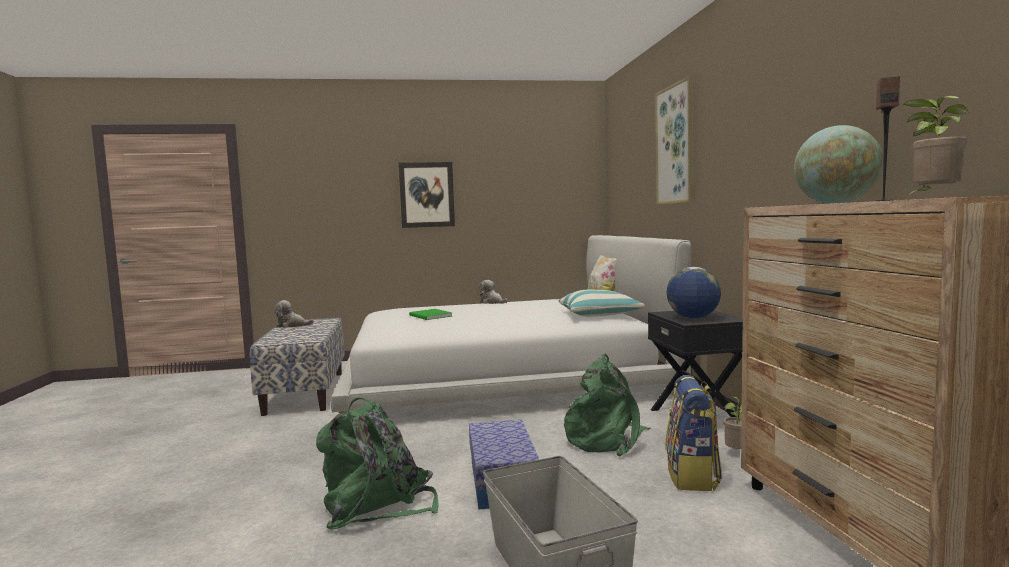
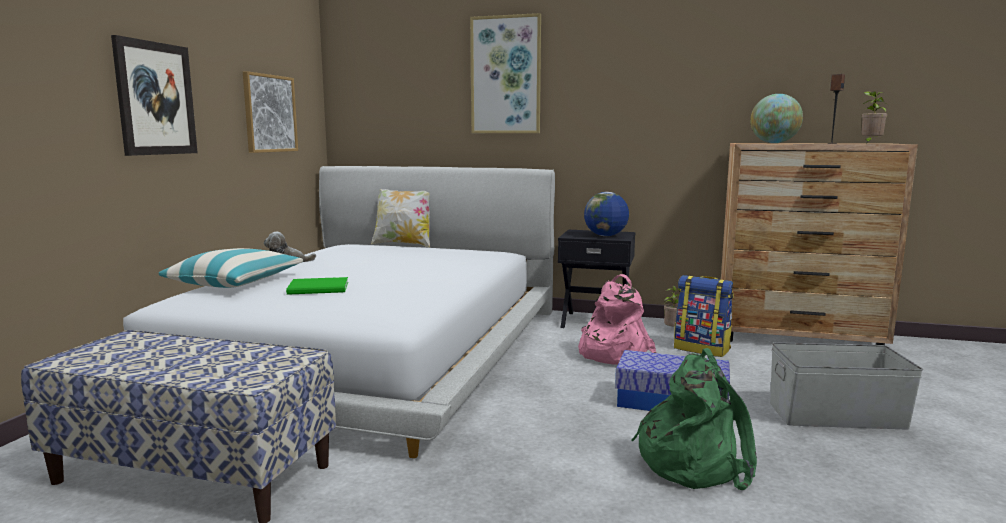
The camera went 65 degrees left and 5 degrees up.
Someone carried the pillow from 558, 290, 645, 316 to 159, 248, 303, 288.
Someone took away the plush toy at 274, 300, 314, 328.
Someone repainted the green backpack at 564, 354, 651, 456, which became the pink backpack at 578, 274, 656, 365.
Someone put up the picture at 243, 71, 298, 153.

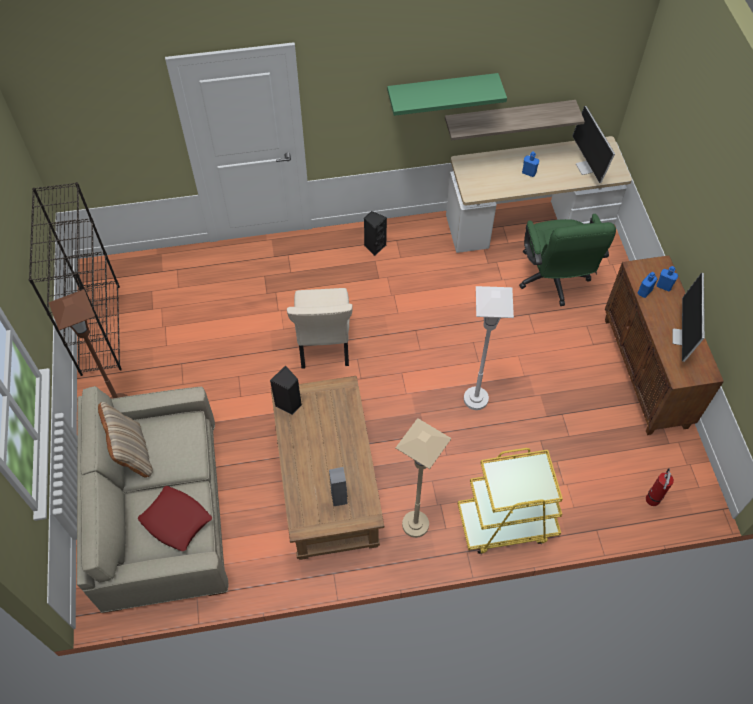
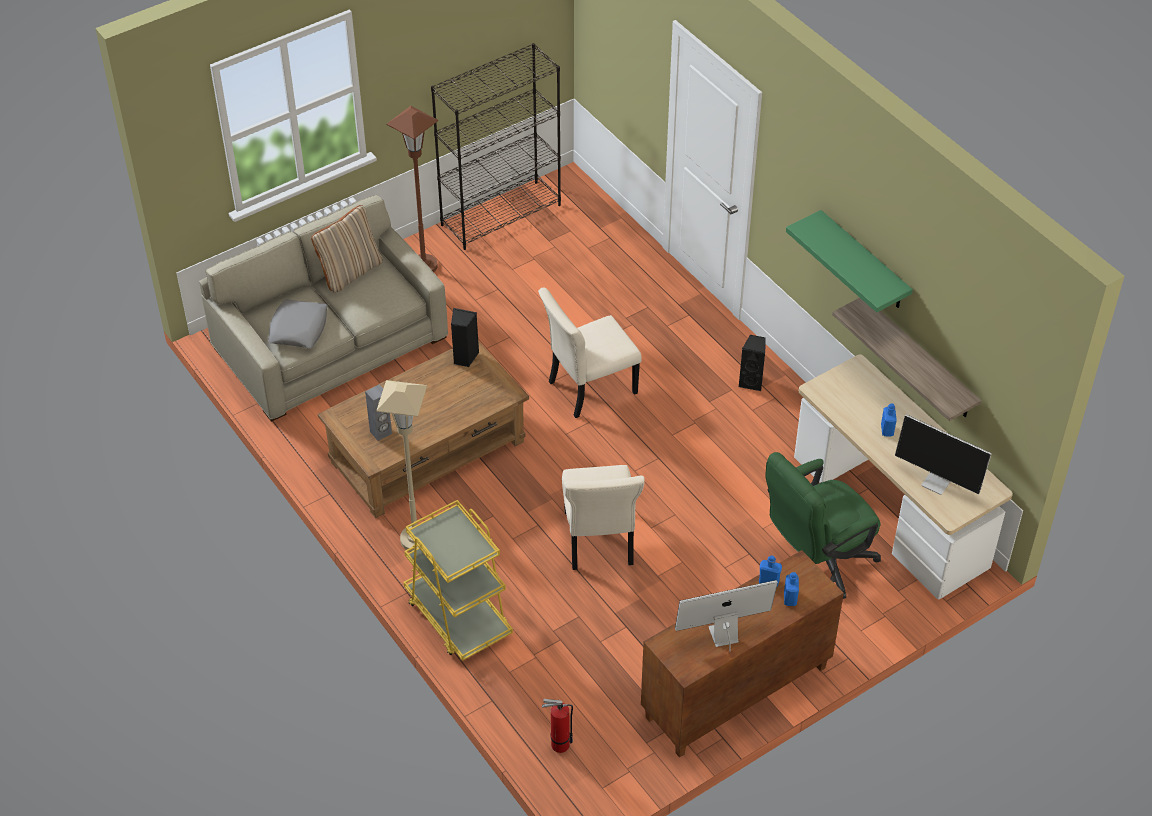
The camera went 65 degrees right and 10 degrees down.
Someone rotated the monitor at 572, 106, 615, 183 by 105 degrees counterclockwise.
Someone swapped the white floor lamp at 464, 286, 514, 410 for the beige chair at 562, 465, 645, 570.
Someone repainted the red pillow at 138, 486, 212, 551, which became the grey pillow at 268, 299, 327, 349.

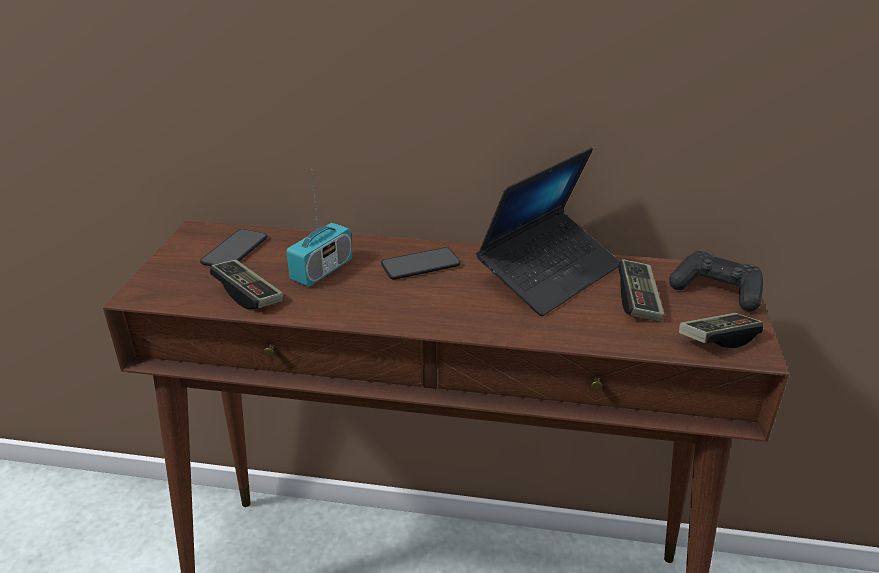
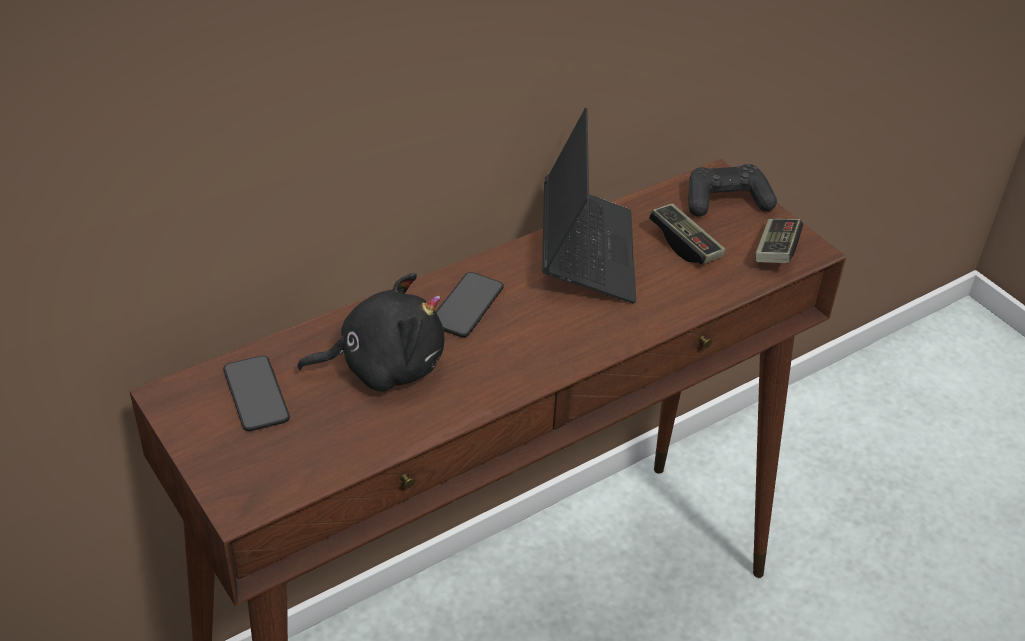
The camera went 45 degrees left and 10 degrees up.
Someone swapped the radio at 286, 171, 352, 287 for the black plush toy at 297, 273, 445, 391.
Someone took away the game controller at 210, 259, 283, 309.

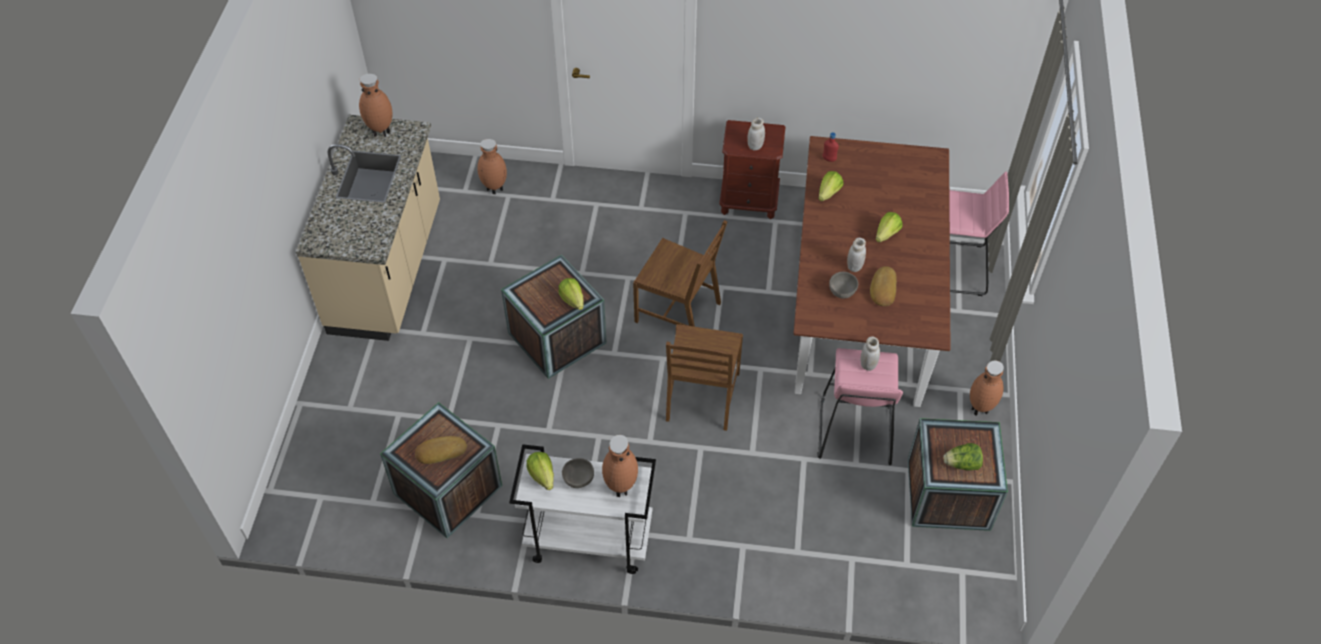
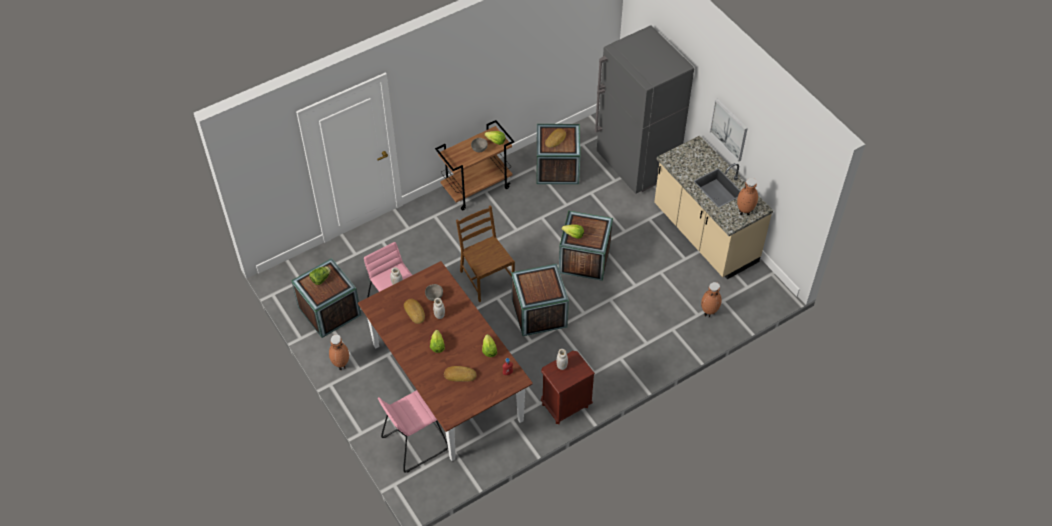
The camera went 140 degrees right and 0 degrees up.
Someone swapped the brown chair at 633, 220, 728, 327 for the crate at 511, 264, 569, 336.
Someone took away the brown vase at 602, 435, 638, 497.
Someone repainted the white cart at 509, 444, 656, 574, which became the brown cart at 435, 120, 514, 211.
Someone put down the grey fridge at 595, 25, 694, 194.
Someone put up the picture at 709, 99, 748, 162.
Someone put down the bread at 444, 366, 477, 382.

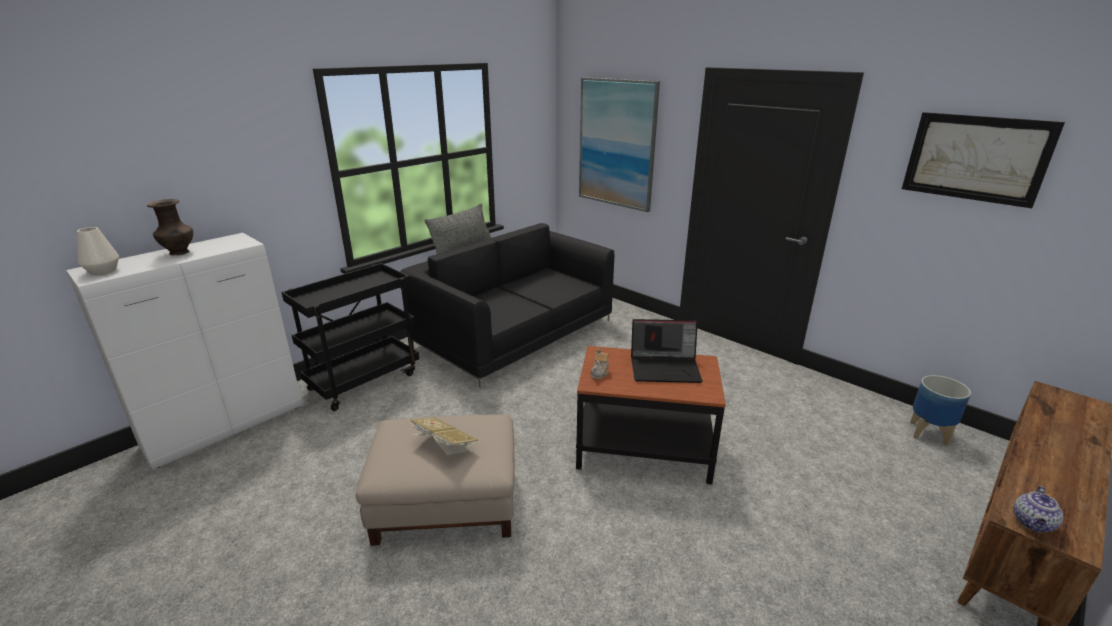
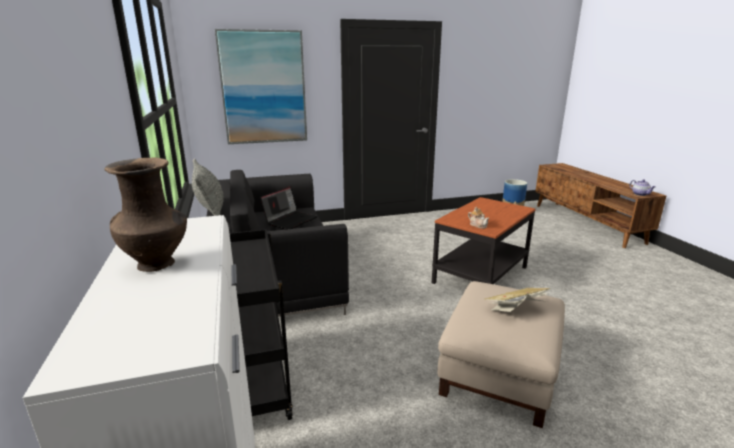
The camera went 60 degrees left and 5 degrees down.
Someone took away the picture at 902, 112, 1065, 208.
Someone took away the white vase at 77, 227, 119, 275.
Someone carried the laptop from 631, 319, 703, 383 to 260, 186, 318, 230.

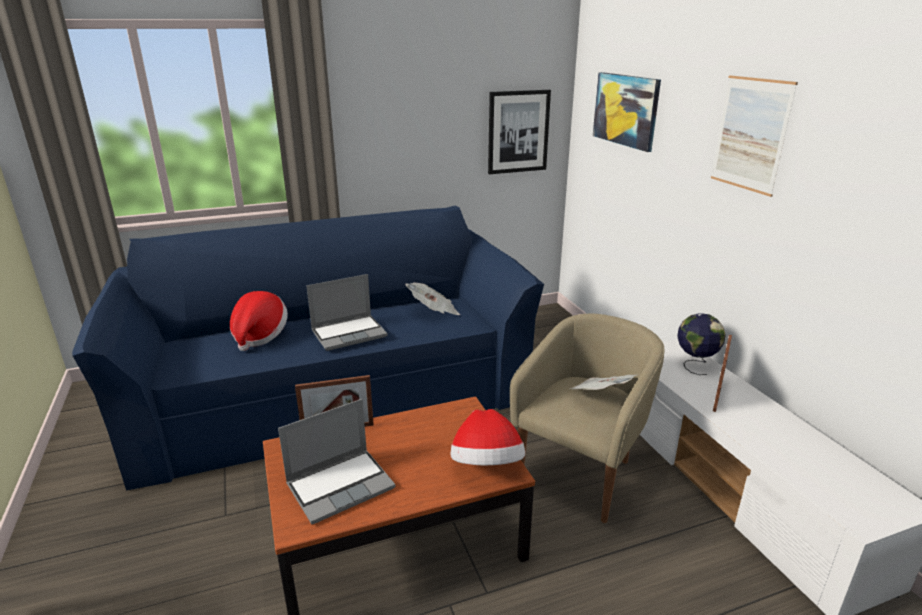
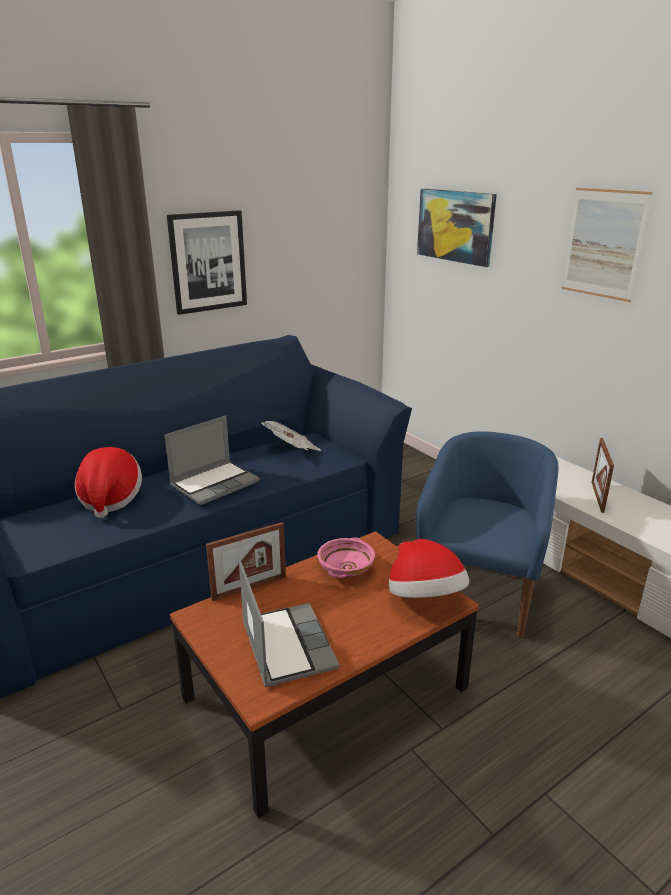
The camera went 15 degrees left and 0 degrees up.
Someone carried the picture from 488, 90, 551, 174 to 167, 210, 247, 315.
Someone repainted the beige armchair at 510, 313, 664, 523, which became the blue armchair at 416, 431, 559, 638.
Someone took away the globe at 677, 313, 726, 375.
Someone took away the newspaper at 569, 375, 636, 390.
Someone rotated the laptop at 278, 399, 396, 524 by 60 degrees counterclockwise.
Someone put down the pink bowl at 317, 537, 375, 578.

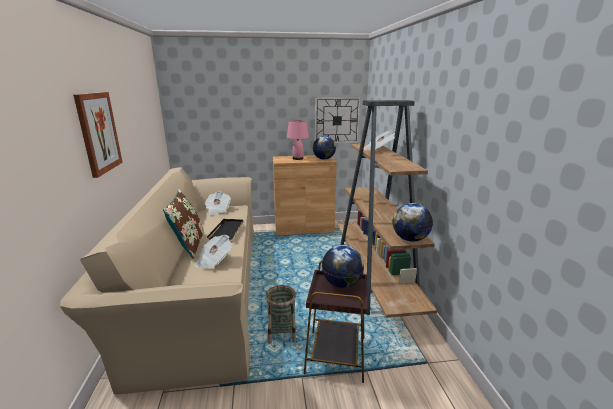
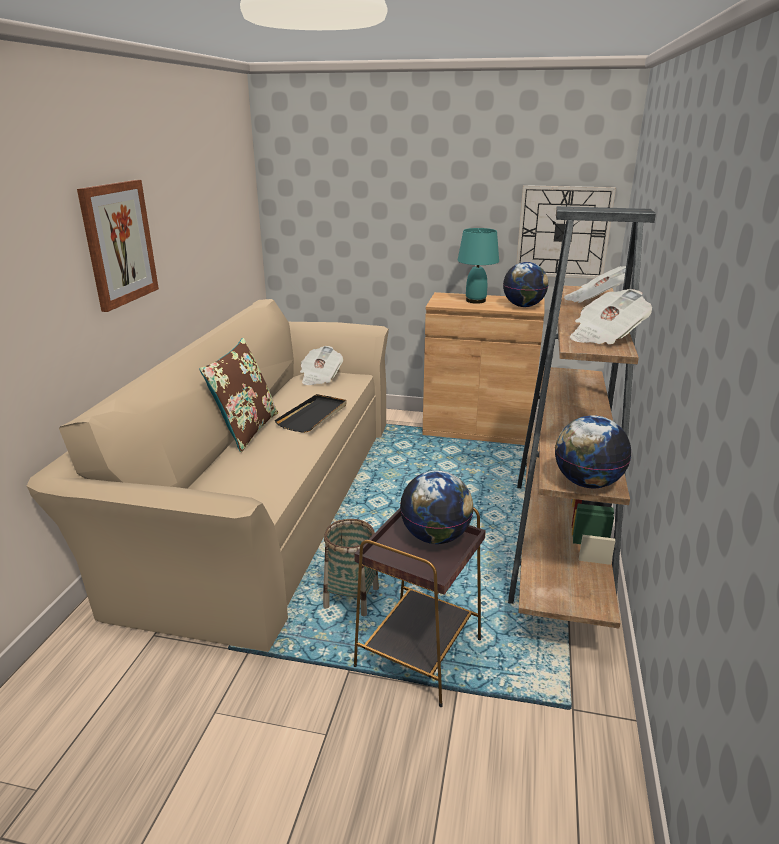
The camera went 20 degrees right and 5 degrees up.
Someone repainted the pink table lamp at 287, 120, 309, 160, which became the turquoise table lamp at 458, 228, 499, 304.
Someone carried the newspaper from 194, 235, 232, 269 to 570, 289, 652, 344.

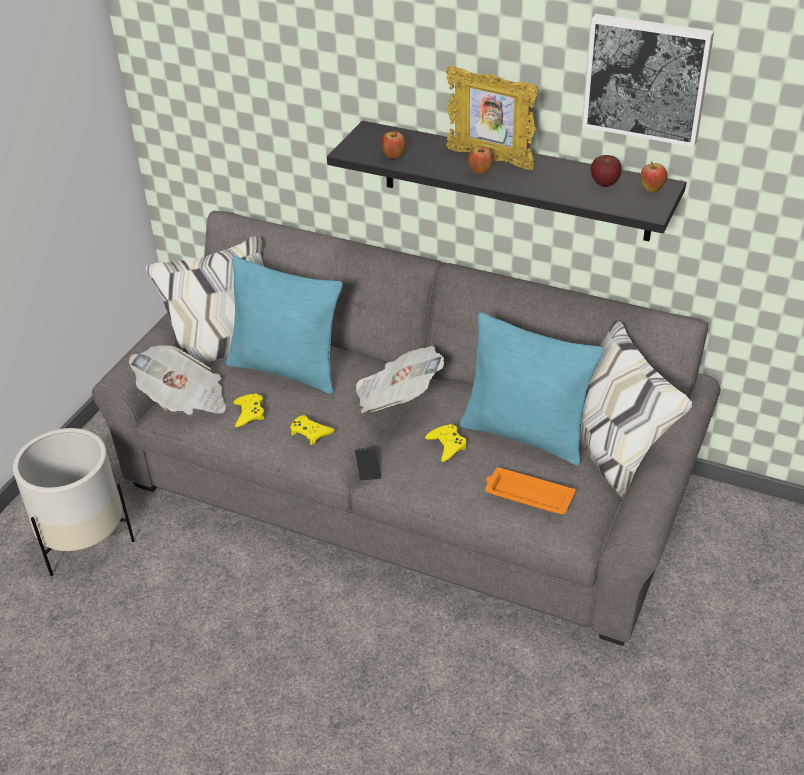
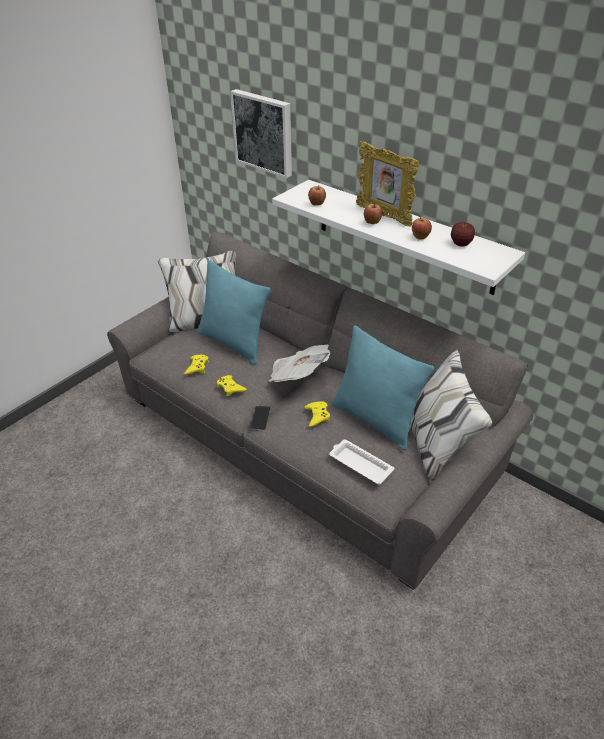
The camera went 15 degrees right and 0 degrees up.
Someone carried the picture from 583, 14, 714, 147 to 230, 89, 292, 178.
Someone repainted the black shelf at 327, 121, 686, 241, which became the white shelf at 272, 180, 525, 295.
Someone carried the apple from 640, 161, 667, 192 to 412, 216, 432, 239.
Someone took away the newspaper at 129, 345, 226, 415.
Someone took away the white planter at 13, 428, 135, 576.
Someone repainted the orange tray at 485, 468, 576, 514, which became the white tray at 329, 439, 394, 485.

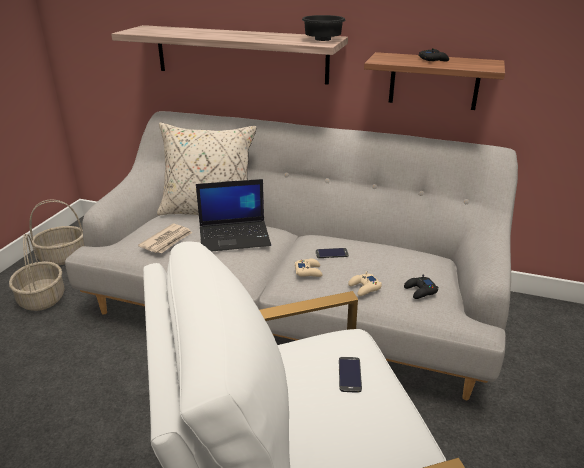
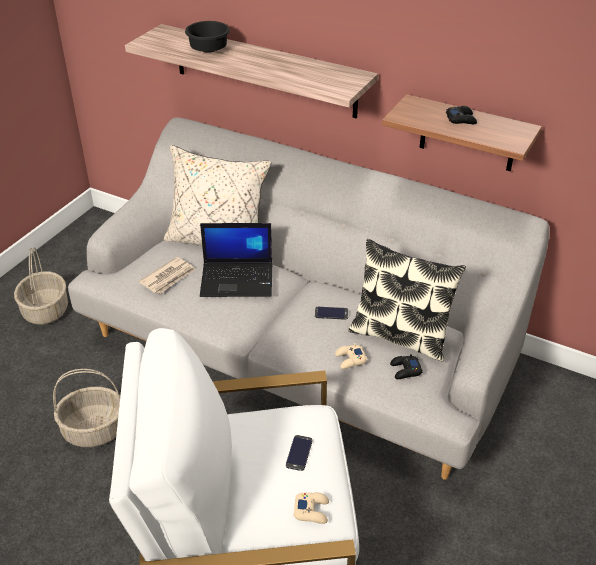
The camera went 10 degrees right and 10 degrees up.
Someone carried the black bowl from 302, 15, 345, 41 to 185, 21, 230, 53.
Someone carried the basket from 29, 199, 84, 265 to 53, 369, 120, 447.
Someone carried the beige game controller from 295, 259, 322, 277 to 294, 492, 329, 524.
Someone put down the pillow at 348, 239, 466, 362.

